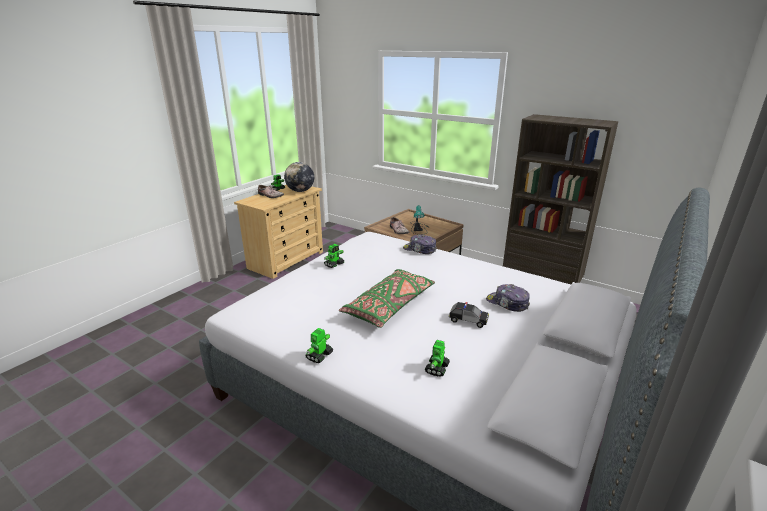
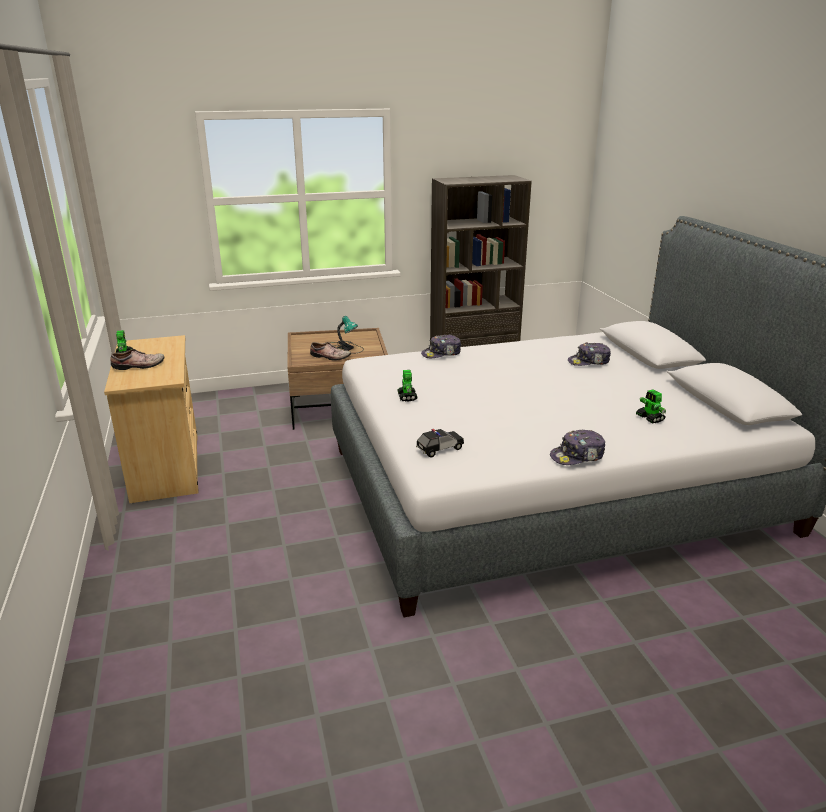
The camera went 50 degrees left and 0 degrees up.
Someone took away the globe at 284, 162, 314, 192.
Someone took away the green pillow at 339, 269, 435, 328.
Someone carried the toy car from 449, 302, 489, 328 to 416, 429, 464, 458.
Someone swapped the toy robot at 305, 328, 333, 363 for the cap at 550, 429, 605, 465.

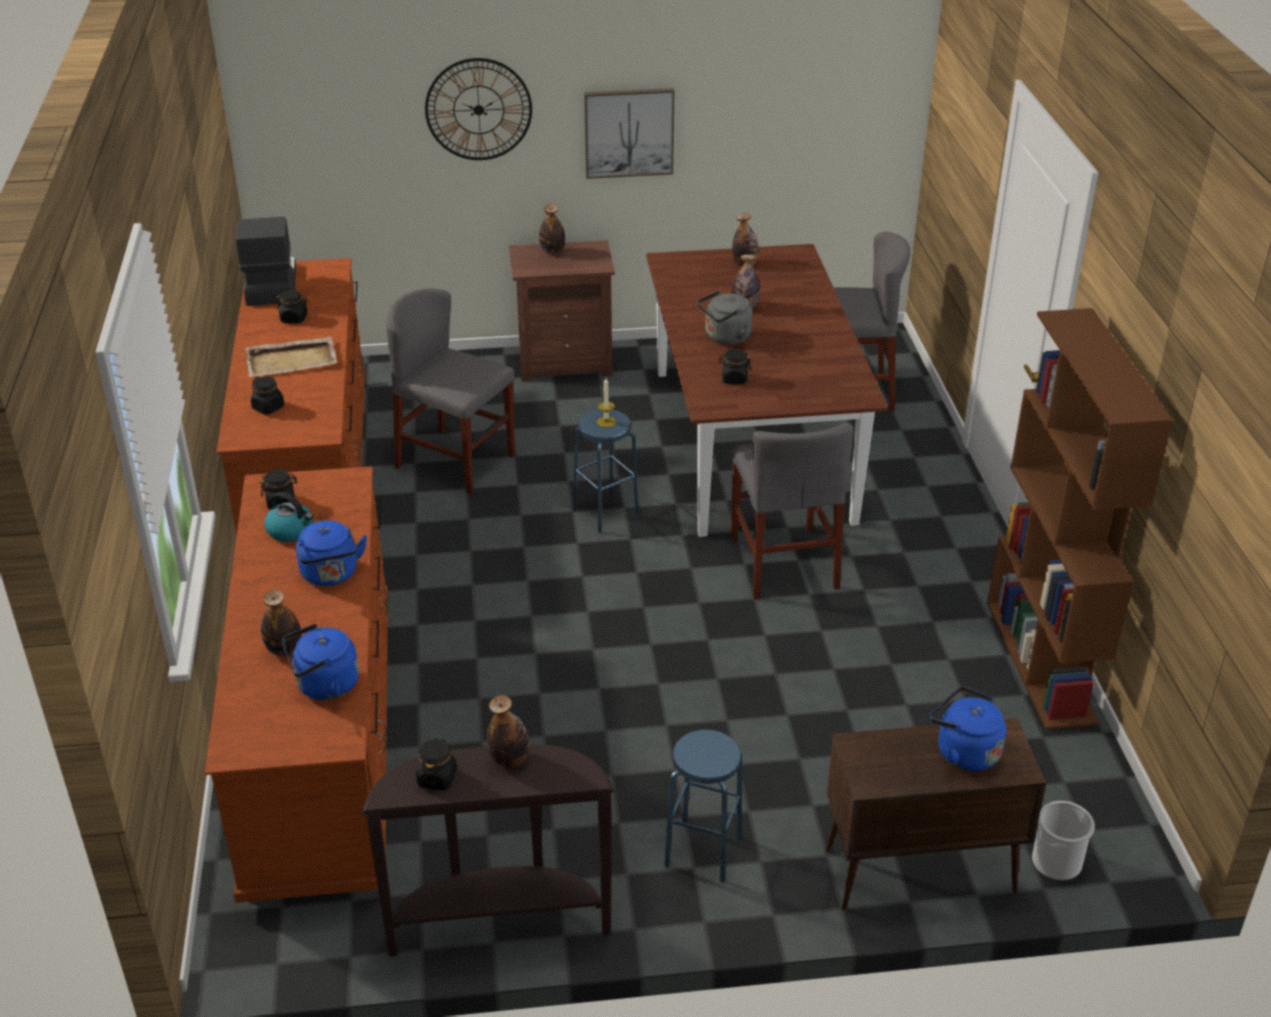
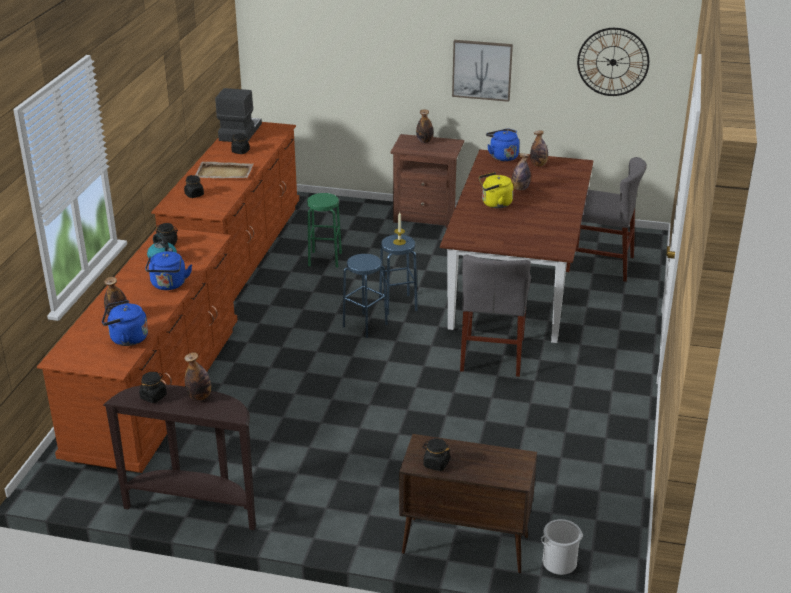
The camera went 20 degrees right and 5 degrees down.
Someone carried the wall clock from 425, 58, 532, 160 to 577, 28, 649, 96.
Someone swapped the grey chair at 386, 288, 515, 495 for the green stool at 307, 193, 342, 268.
Someone repainted the grey kettle at 697, 291, 752, 345, which became the yellow kettle at 479, 172, 514, 208.
Someone took away the brown bookcase at 987, 308, 1173, 730.
Someone carried the black jar from 719, 349, 751, 384 to 422, 438, 451, 471.
Someone carried the blue kettle from 930, 687, 1006, 771 to 486, 129, 519, 161.
Someone carried the blue stool from 664, 730, 742, 883 to 343, 254, 388, 338.

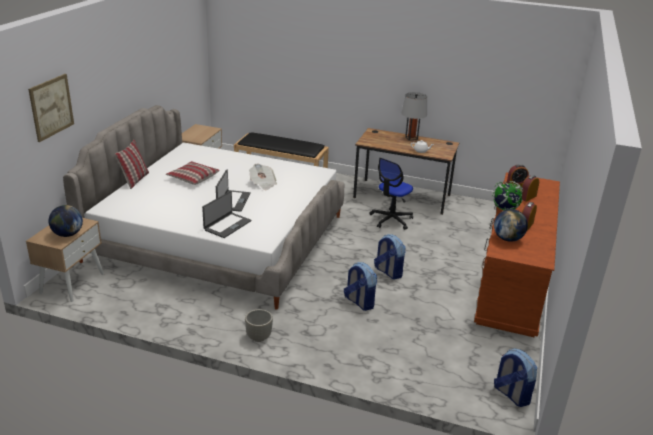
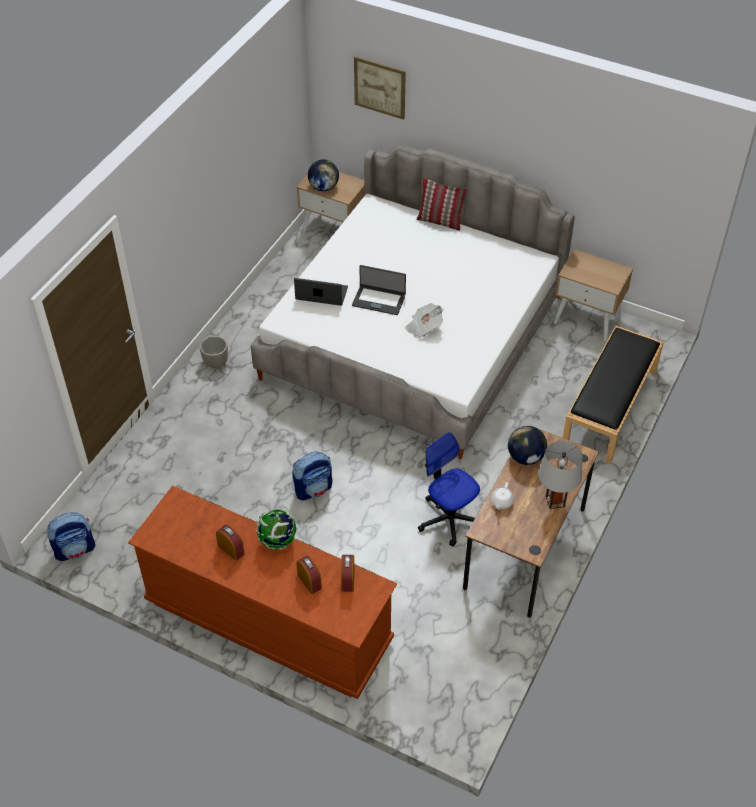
The camera went 100 degrees right and 20 degrees up.
Someone took away the pillow at 166, 161, 220, 185.
Someone rotated the laptop at 202, 191, 251, 238 by 150 degrees clockwise.
Someone carried the globe from 494, 209, 528, 242 to 508, 426, 547, 465.
Someone took away the backpack at 344, 262, 377, 311.

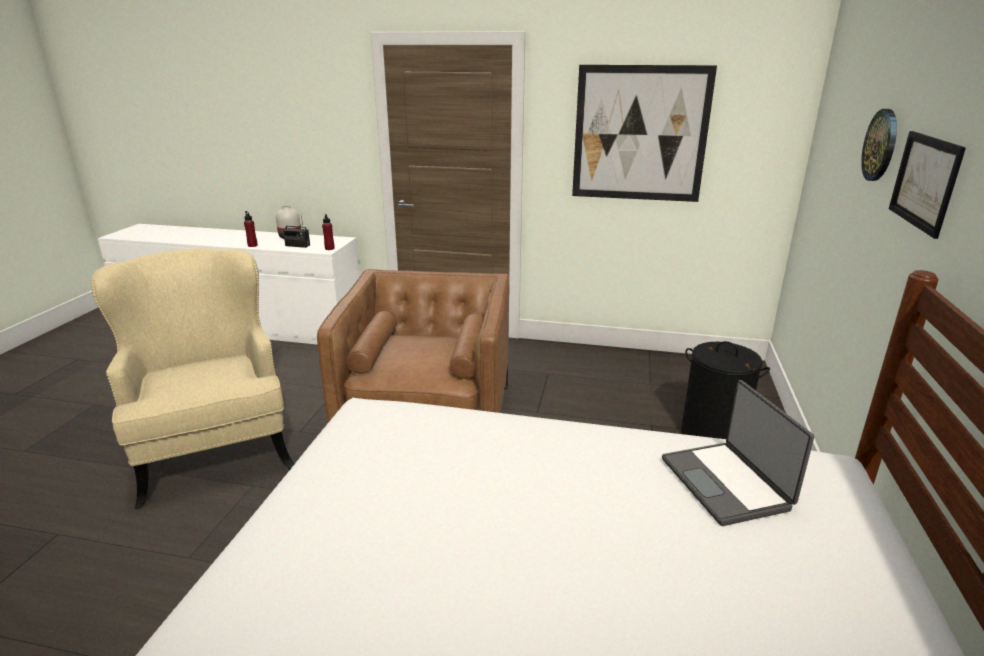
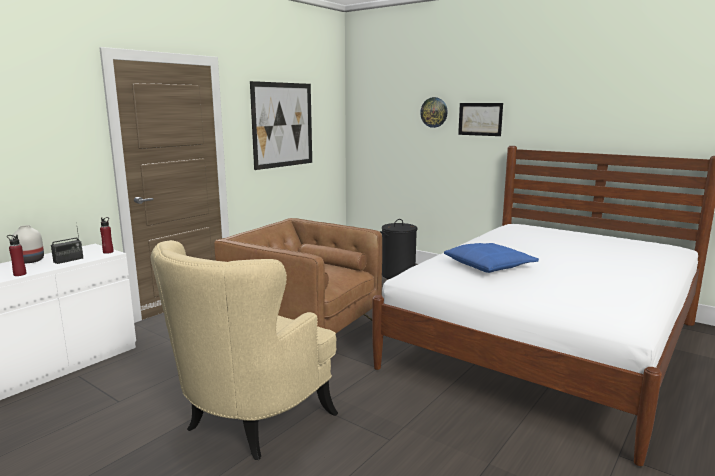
The camera went 65 degrees left and 10 degrees down.
Someone rotated the beige armchair at 91, 248, 294, 510 by 60 degrees counterclockwise.
Someone took away the laptop at 662, 380, 814, 526.
Someone put down the blue pillow at 444, 243, 539, 273.

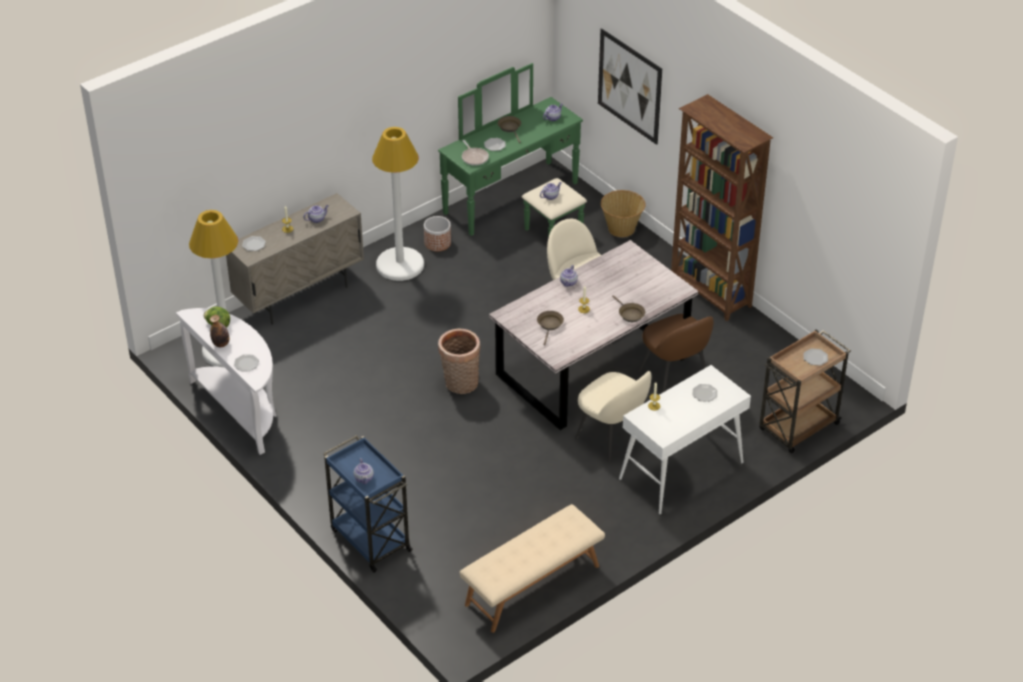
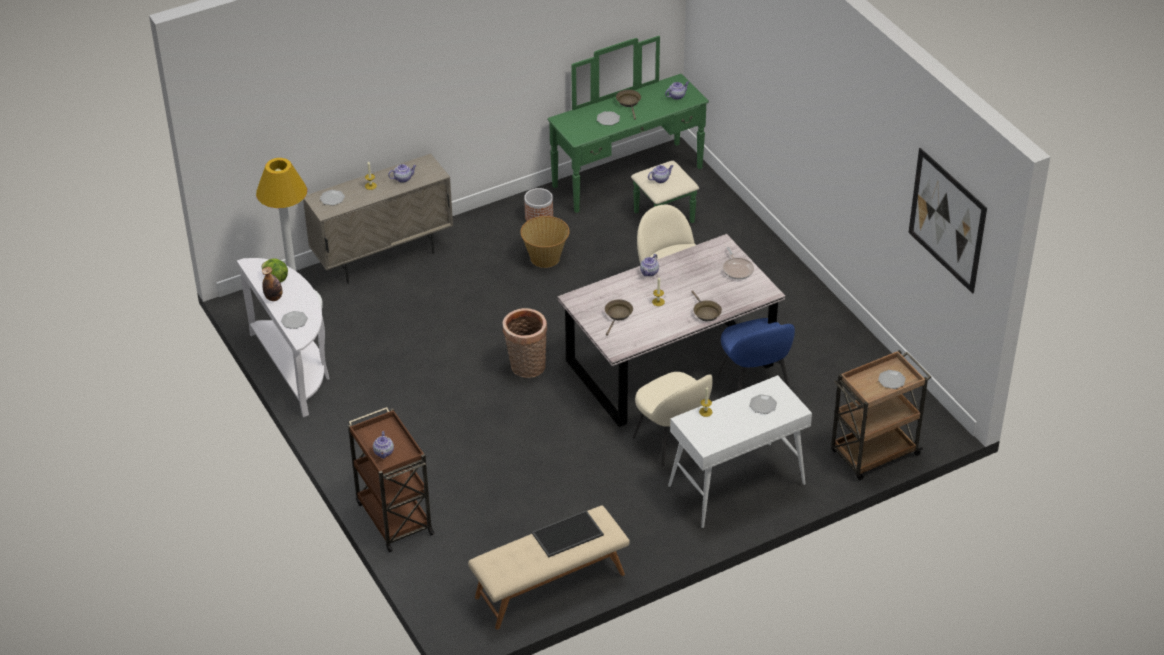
The camera went 10 degrees right and 0 degrees up.
Someone carried the picture from 598, 28, 662, 145 to 909, 148, 987, 294.
Someone took away the brown bookcase at 671, 94, 773, 321.
Someone took away the white floor lamp at 372, 127, 424, 281.
Someone carried the frying pan from 462, 140, 489, 166 to 723, 247, 754, 279.
Someone carried the basket from 601, 190, 646, 237 to 520, 216, 570, 268.
Someone repainted the brown chair at 639, 314, 714, 393, which became the blue chair at 717, 318, 795, 391.
Someone repainted the blue cart at 323, 435, 413, 573, which became the brown cart at 348, 407, 434, 552.
Someone put down the tray at 532, 510, 604, 557.

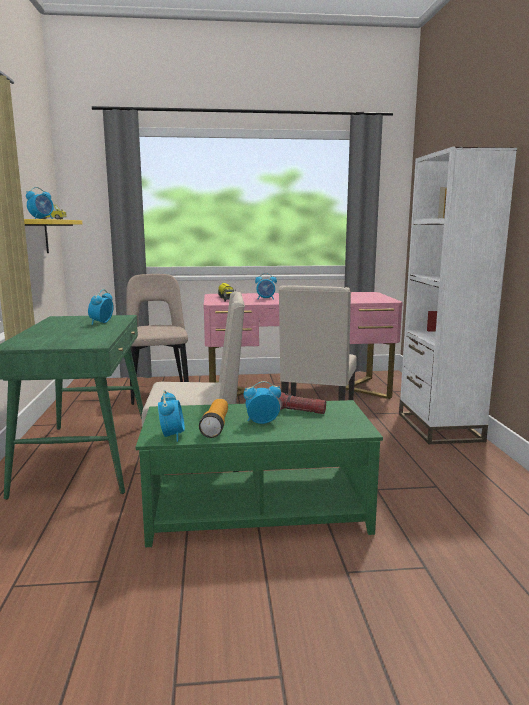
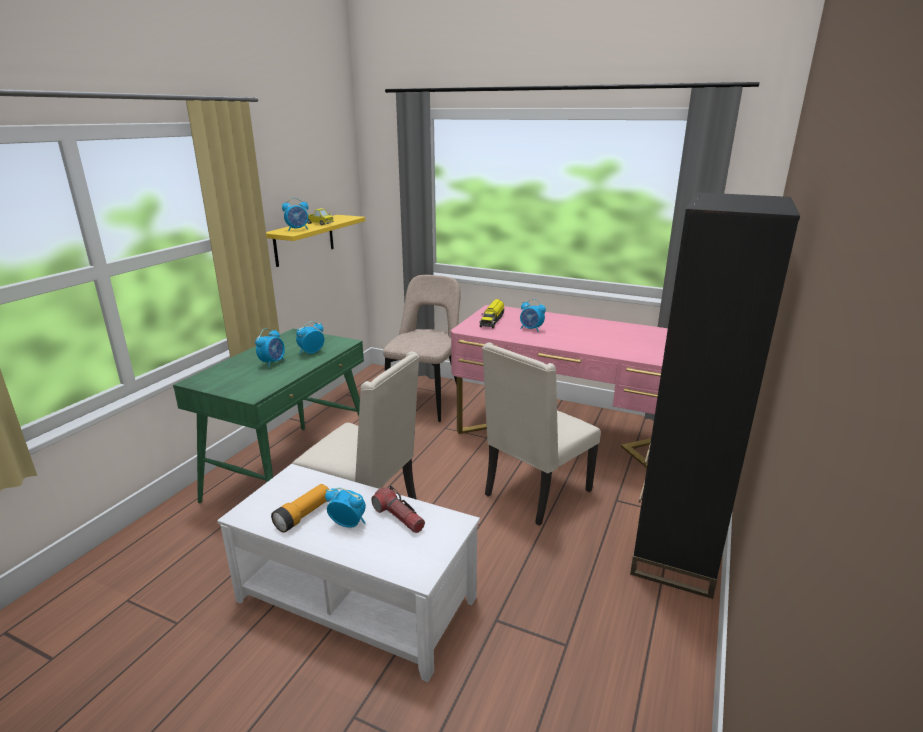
The camera went 30 degrees right and 10 degrees up.
Someone repainted the white bookcase at 399, 147, 517, 444, which became the black bookcase at 630, 192, 800, 599.
Someone carried the alarm clock from 158, 390, 185, 442 to 255, 328, 285, 367.
Someone repainted the green coffee table at 136, 400, 383, 547, which became the white coffee table at 217, 464, 480, 682.

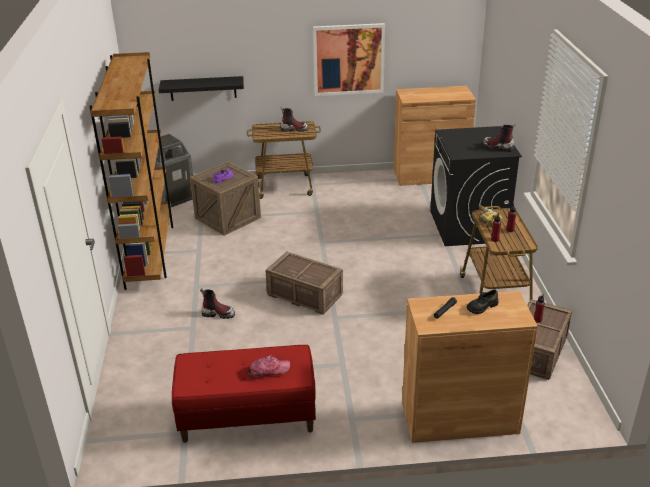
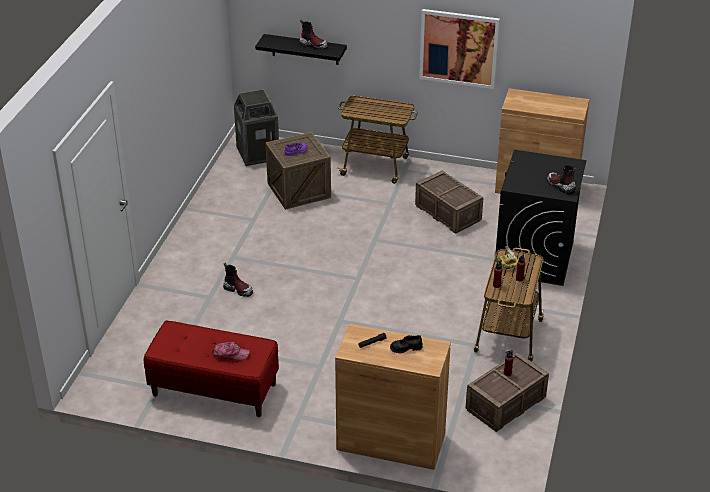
The camera went 20 degrees right and 5 degrees up.
Someone took away the brown bookcase at 89, 52, 173, 290.
Someone carried the boot from 281, 107, 308, 132 to 299, 19, 328, 50.
Someone carried the crate from 266, 252, 343, 315 to 415, 170, 483, 234.

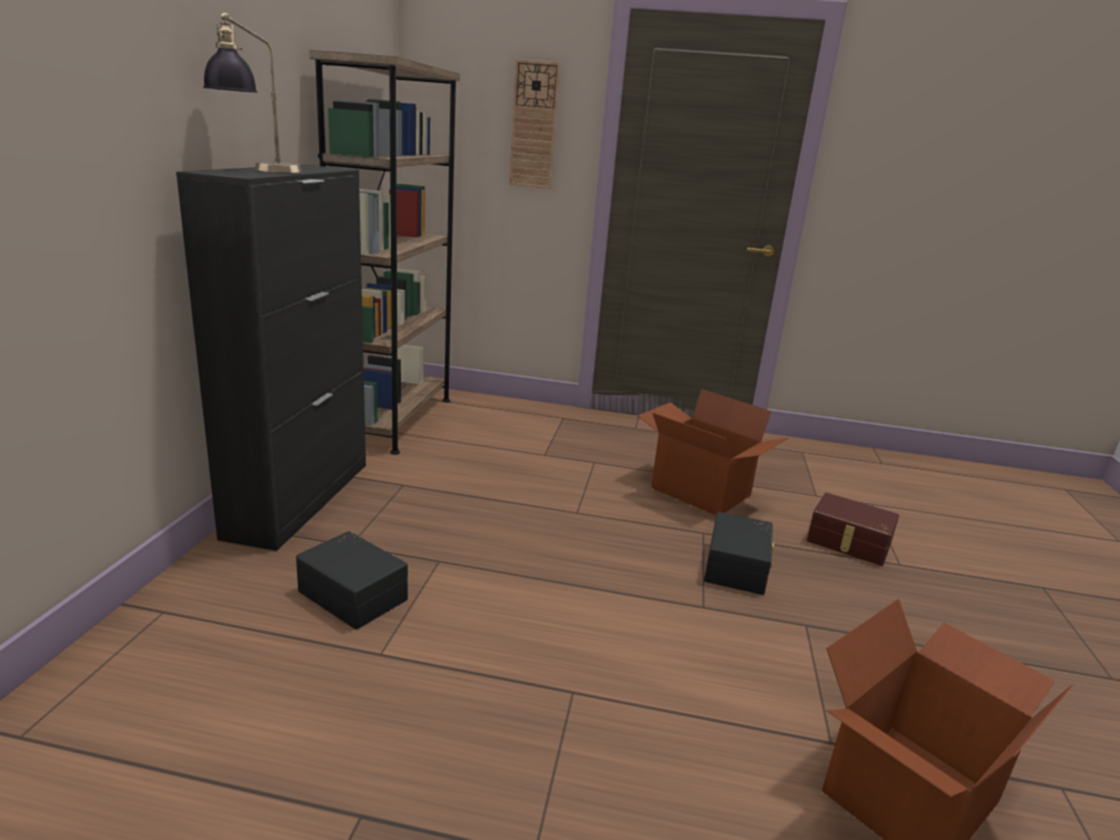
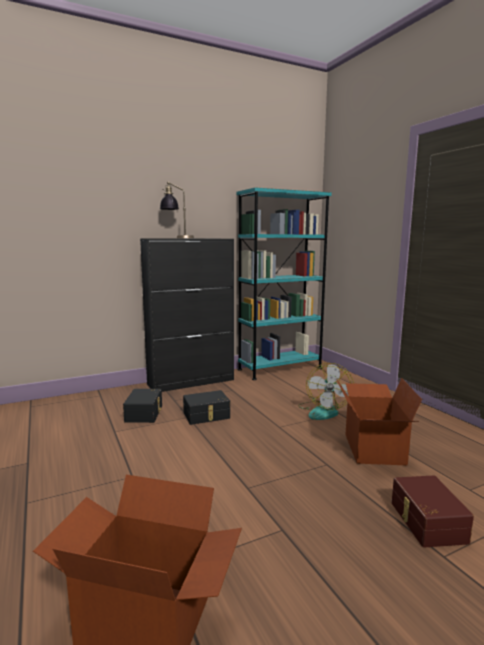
The camera went 55 degrees right and 10 degrees down.
Someone repainted the brown bookcase at 309, 50, 460, 455, which became the turquoise bookcase at 237, 187, 332, 380.
Someone took away the wall clock at 509, 59, 560, 189.
Someone carried the black storage box from 704, 512, 774, 595 to 183, 390, 230, 425.
Someone put down the fan at 298, 363, 354, 420.

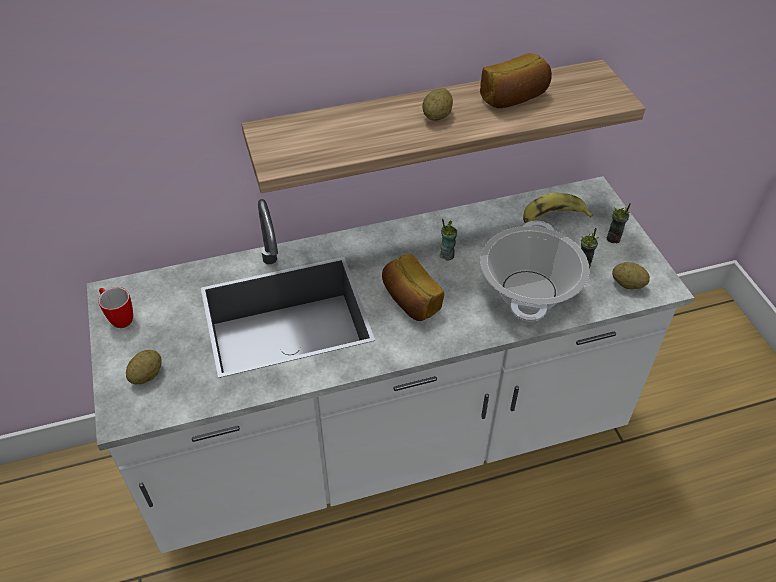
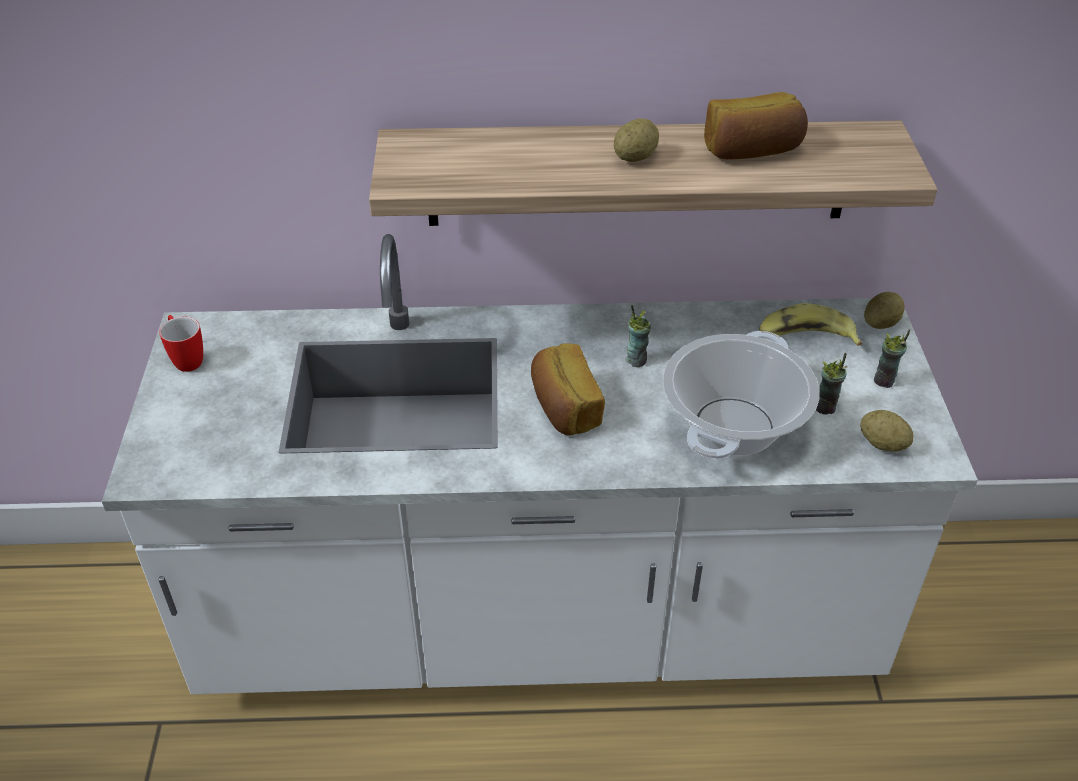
The camera went 15 degrees right and 5 degrees down.
Someone carried the potato from 126, 350, 162, 384 to 864, 292, 905, 329.

